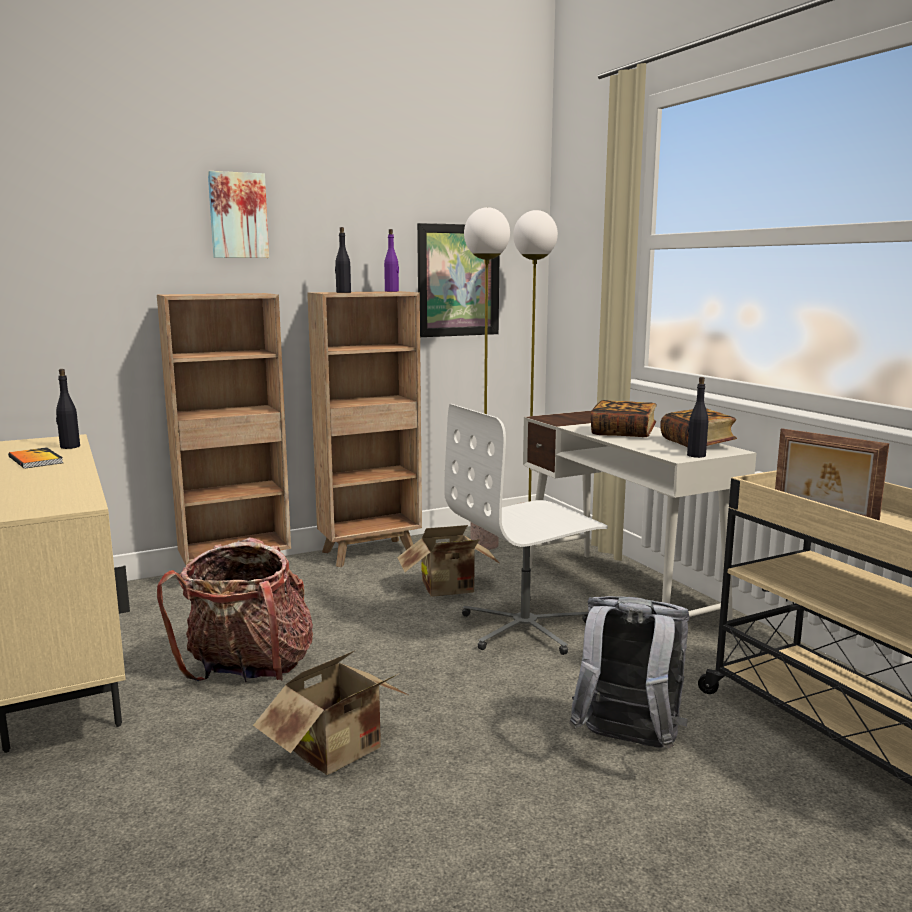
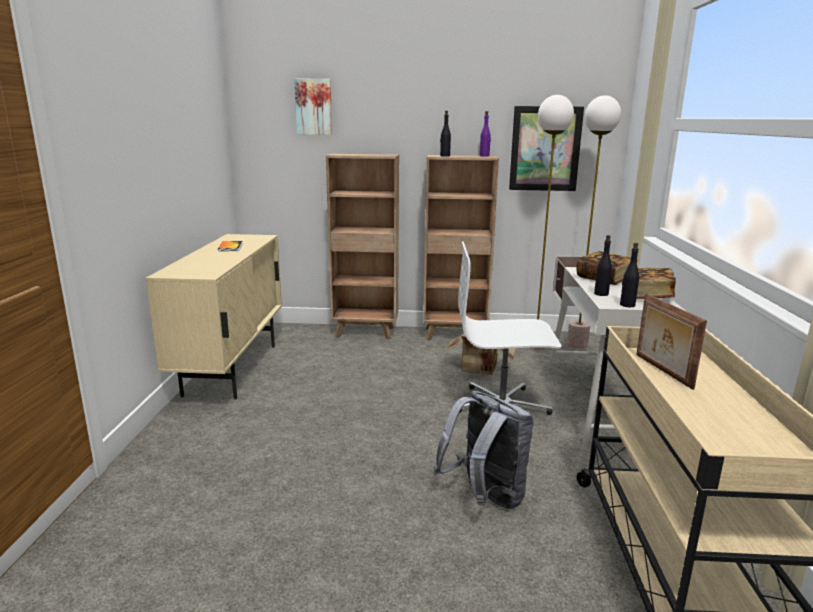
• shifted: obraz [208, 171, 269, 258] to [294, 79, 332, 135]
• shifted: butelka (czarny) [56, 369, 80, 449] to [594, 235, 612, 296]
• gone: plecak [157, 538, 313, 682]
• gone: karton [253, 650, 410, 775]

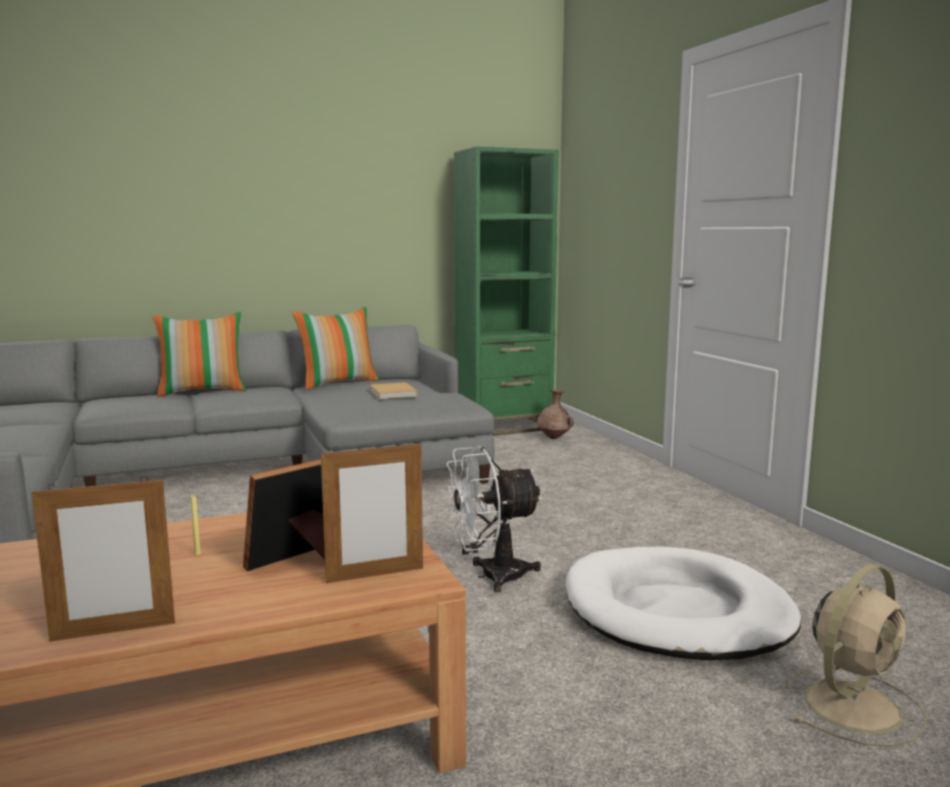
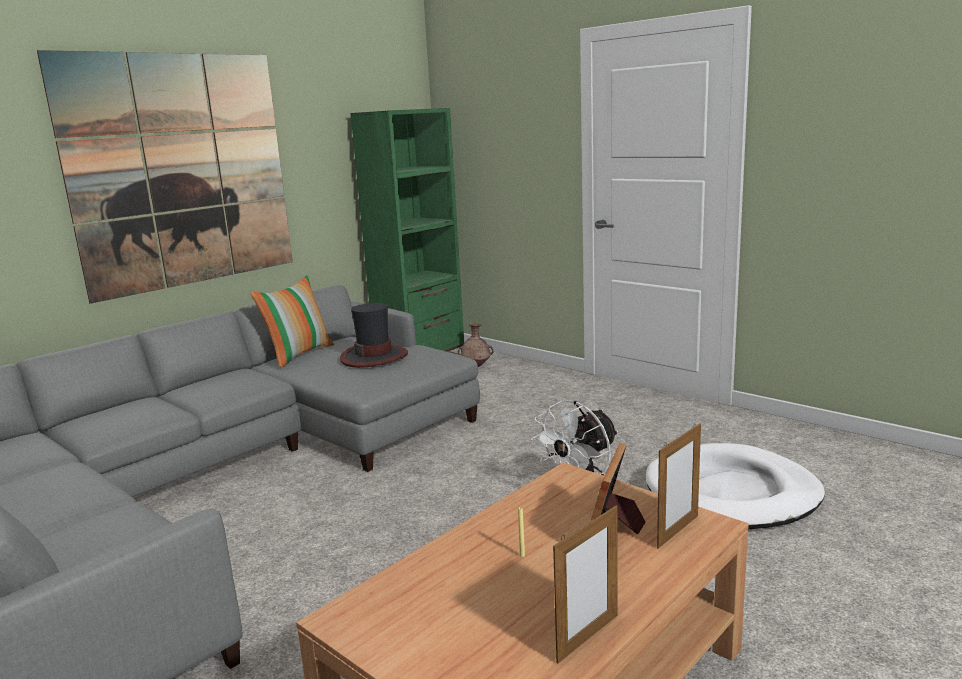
• gone: poduszka [152, 312, 246, 397]
• swapped: książka (beżowy) [370, 382, 418, 399] to kapelusz [340, 303, 408, 368]
• gone: wentylator (beżowy) [789, 564, 927, 747]
• new: obraz [37, 50, 293, 304]

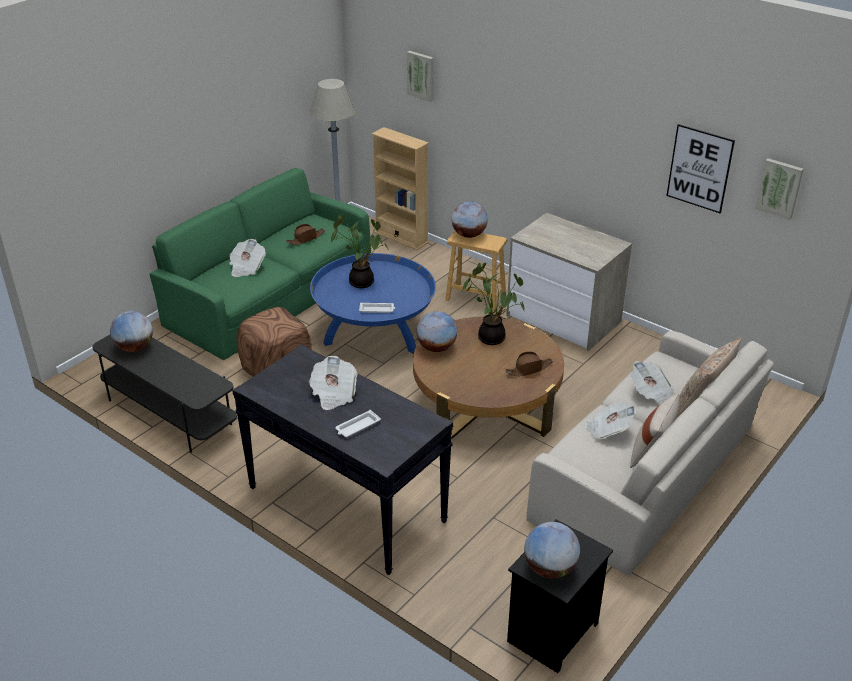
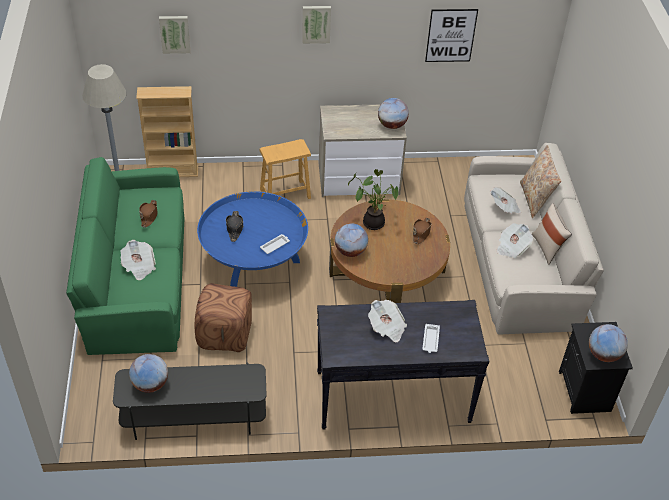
• shifted: obraz [755, 158, 804, 220] to [302, 6, 331, 44]
• shifted: globus [452, 201, 488, 238] to [378, 98, 409, 129]
• swapped: roślina doniczkowa [331, 214, 389, 288] to kapelusz (czarny) [226, 211, 244, 242]

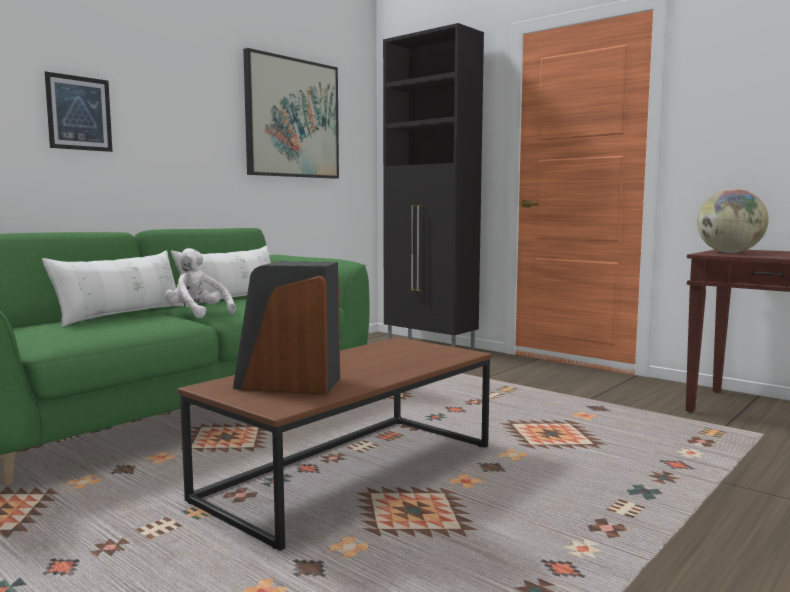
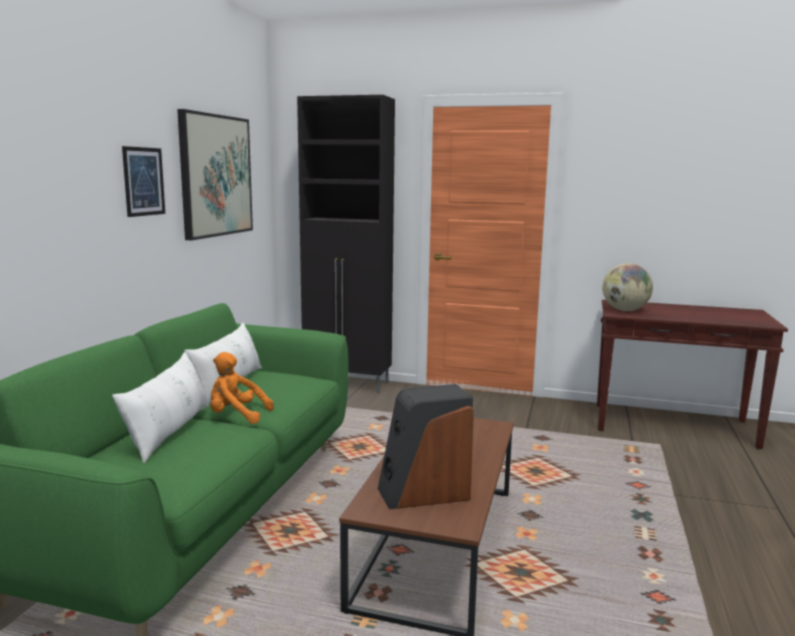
• shifted: obraz [45, 71, 112, 152] to [122, 146, 165, 217]
• repainted: pluszak (biały) [165, 248, 236, 318] to pluszak (pomarańczowy) [210, 352, 274, 424]

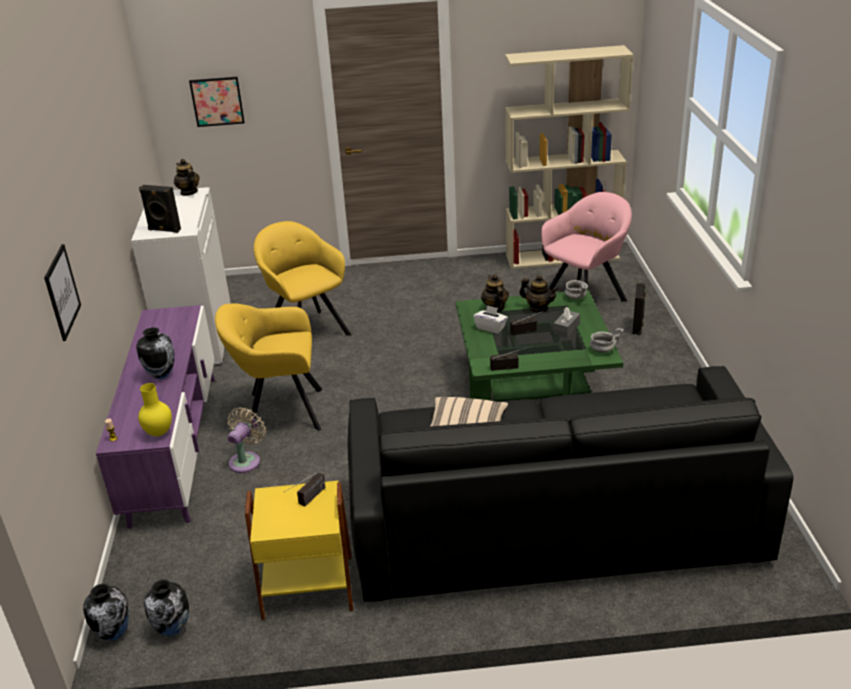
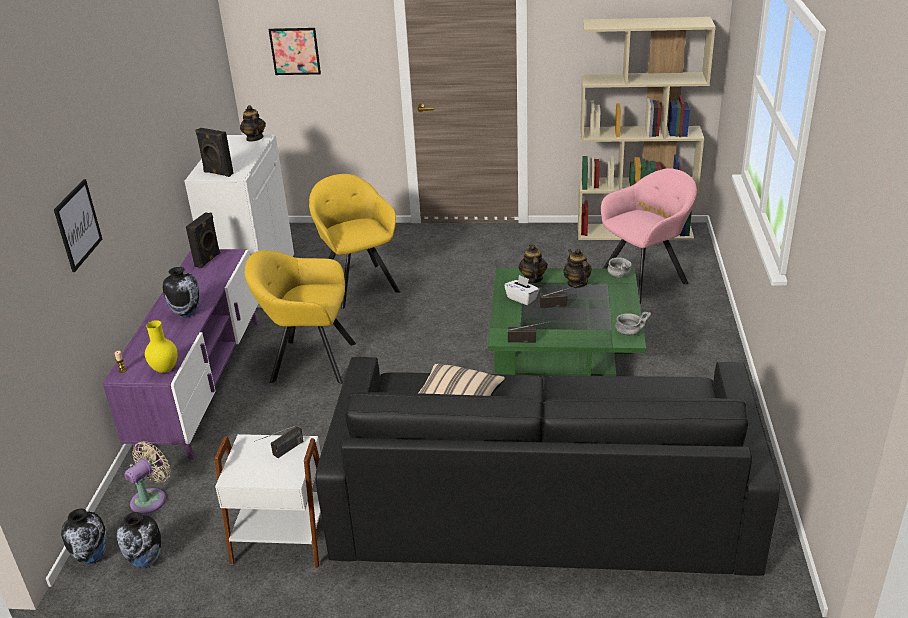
• rotated: imbryk [519, 275, 558, 313] = [563, 249, 592, 288] 150 degrees counterclockwise
• shifted: głośnik (czarny) [632, 283, 646, 335] to [186, 212, 220, 269]
• gone: pudełko chusteczek (szary) [553, 307, 580, 337]
• shifted: wentylator (beżowy) [227, 407, 266, 473] to [124, 441, 171, 514]
• repainted: stolik (żółty) [245, 481, 354, 621] to stolik (biały) [215, 434, 321, 568]

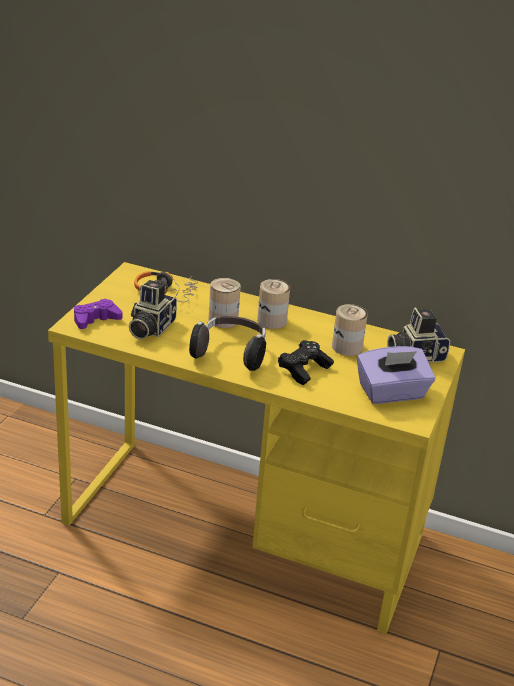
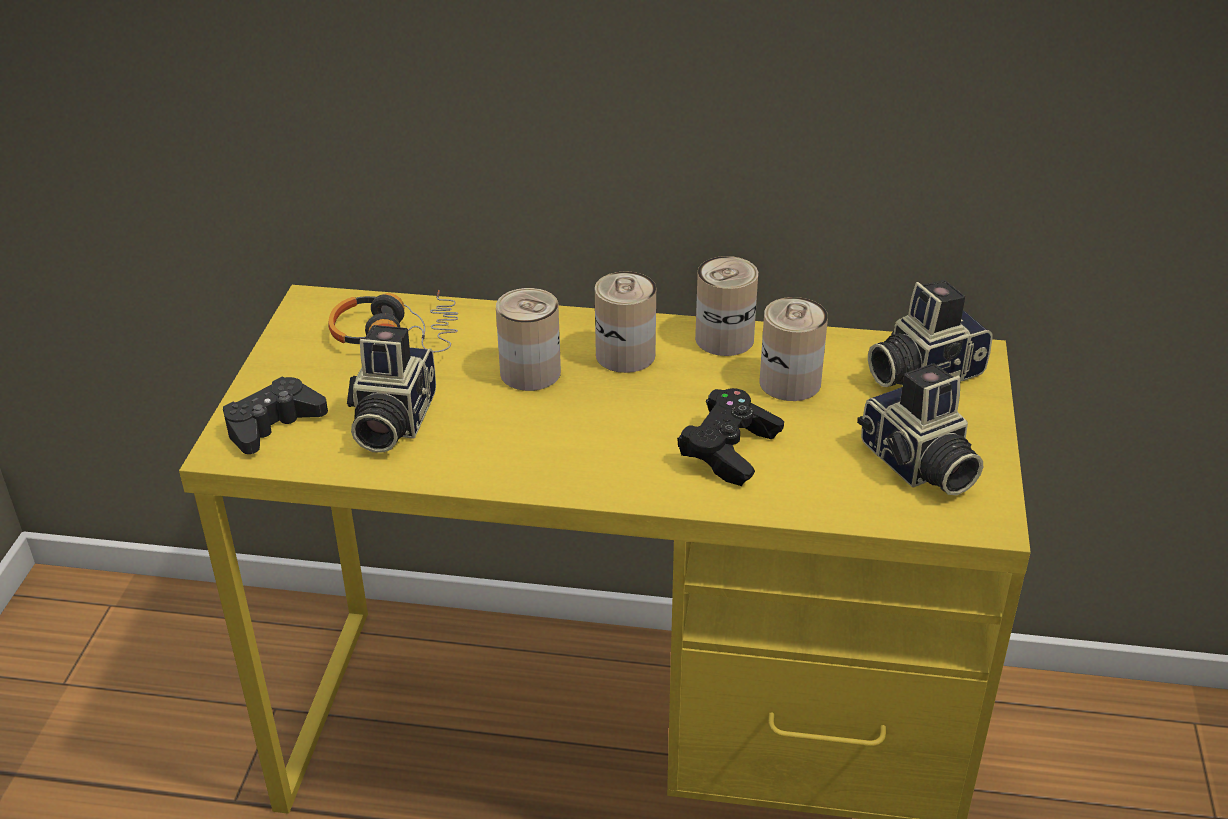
• repainted: pad do gier (fioletowy) [74, 299, 123, 329] to pad do gier (czarny) [223, 377, 328, 454]
• gone: słuchawki [189, 316, 267, 371]
• swapped: pudełko chusteczek (fioletowy) [357, 346, 435, 404] to aparat fotograficzny [857, 363, 983, 495]
• new: puszka [695, 256, 758, 356]

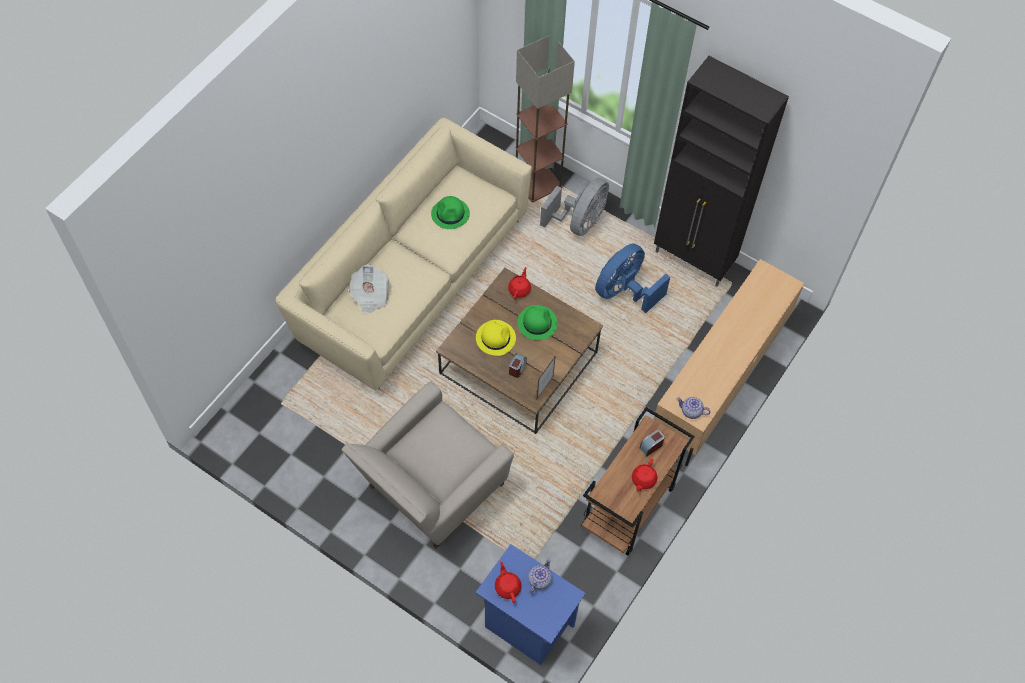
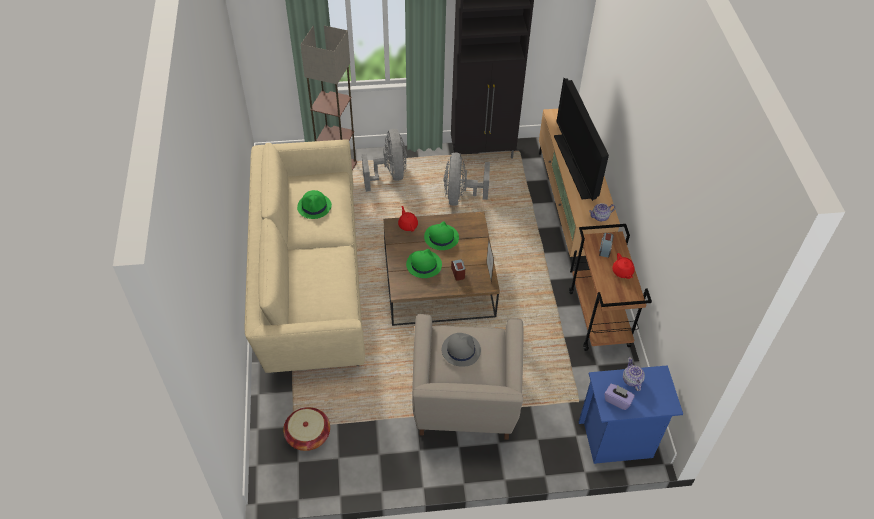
• repainted: wentylator (niebieski) [595, 243, 670, 313] to wentylator (szary) [444, 153, 490, 206]
• gone: gazeta [349, 265, 389, 315]
• repainted: kapelusz (żółty) [476, 320, 516, 356] to kapelusz (zielony) [406, 249, 442, 278]
• swapped: imbryk (czerwony) [495, 561, 522, 603] to pudełko chusteczek (fioletowy) [604, 384, 635, 410]
• new: telewizor [554, 78, 609, 201]
• new: kapelusz (szary) [442, 333, 481, 367]
• new: koszyk [283, 407, 330, 451]

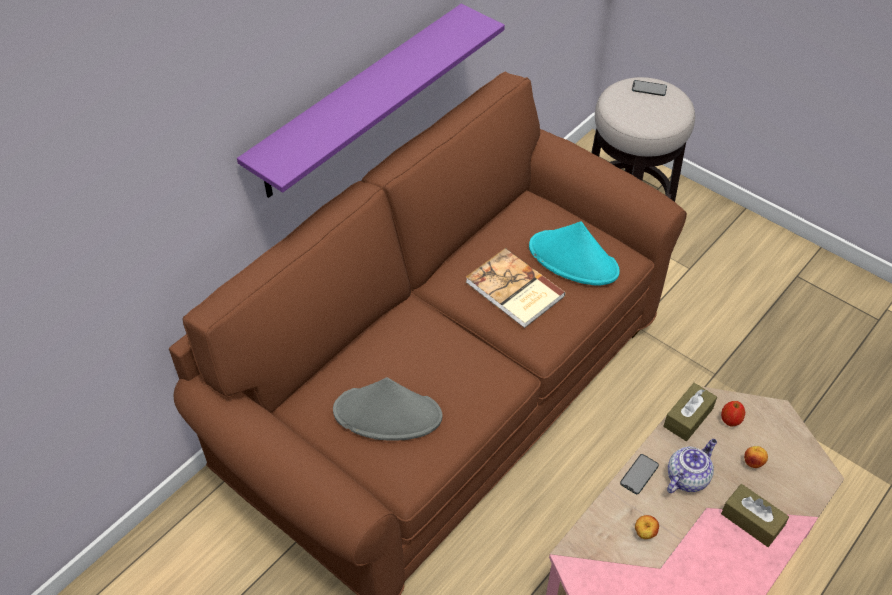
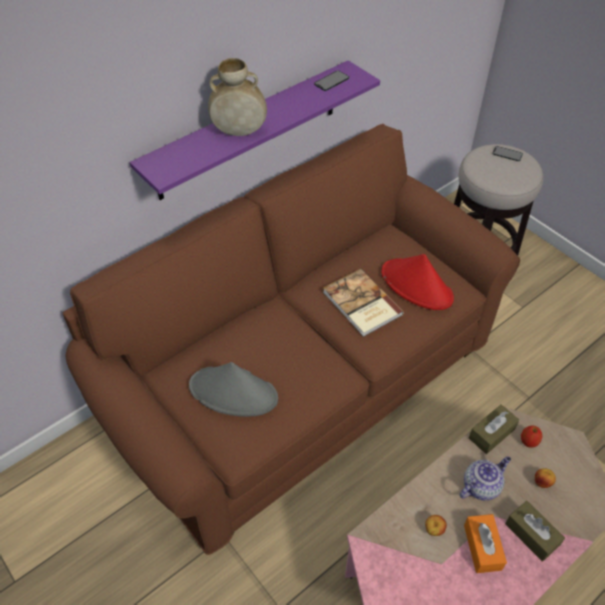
• repainted: kapelusz (turkusowy) [529, 221, 620, 286] to kapelusz (czerwony) [381, 254, 454, 310]
• shifted: telefon [620, 454, 659, 494] to [314, 71, 349, 91]
• new: wazon (beżowy) [208, 58, 267, 136]
• new: pudełko chusteczek (pomarańczowy) [464, 514, 507, 573]

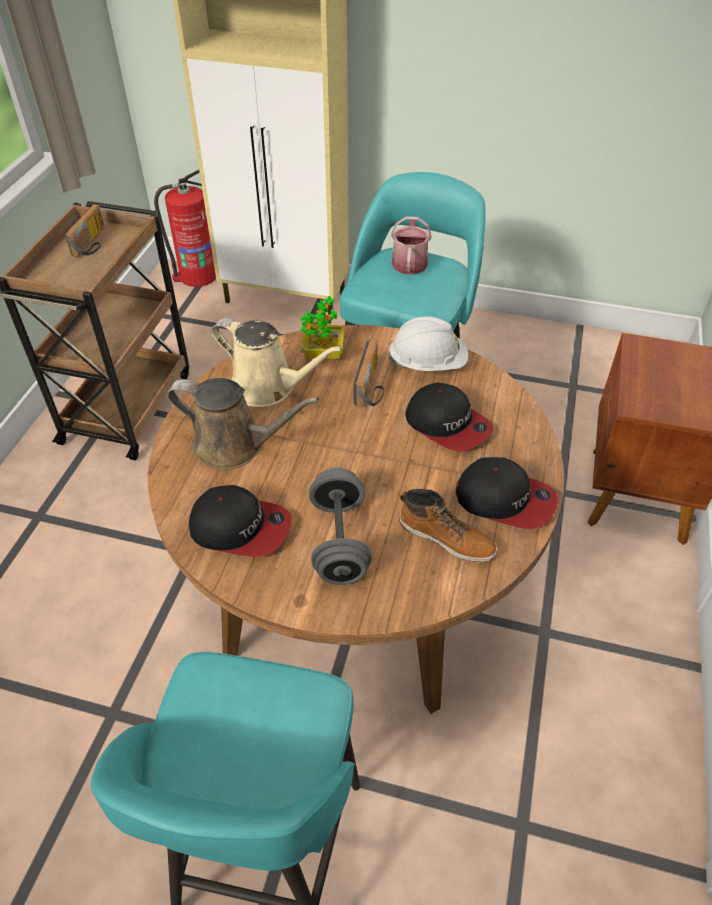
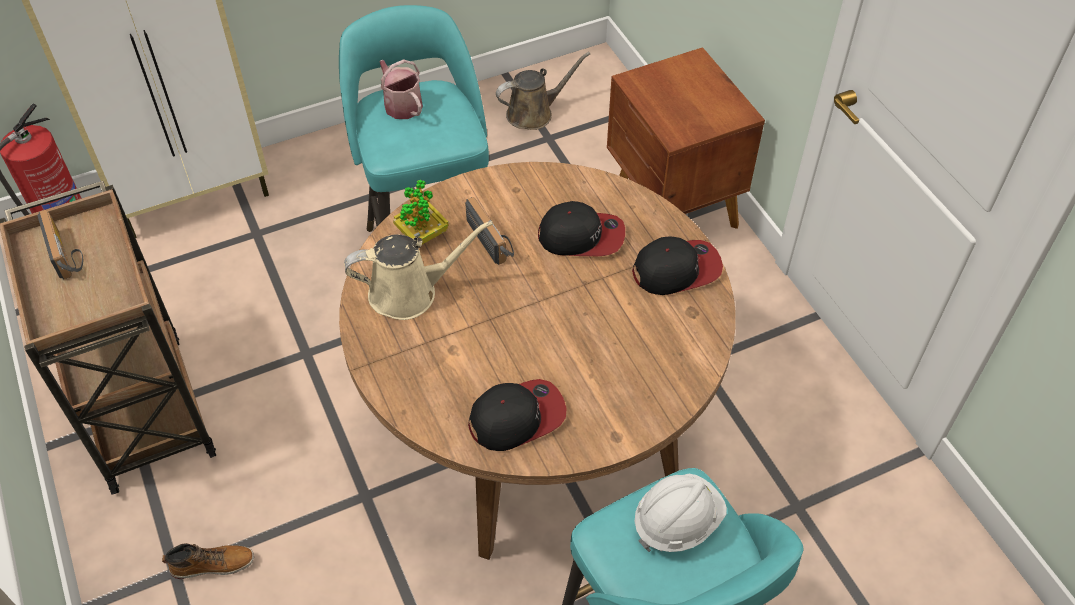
• shifted: kask (biały) [388, 316, 468, 371] to [634, 474, 727, 552]
• shifted: konewka (brązowy) [167, 378, 319, 470] to [496, 52, 590, 130]
• gone: hantel (szary) [309, 468, 372, 585]
• shifted: but z cholewką [399, 489, 497, 562] to [162, 543, 254, 579]

